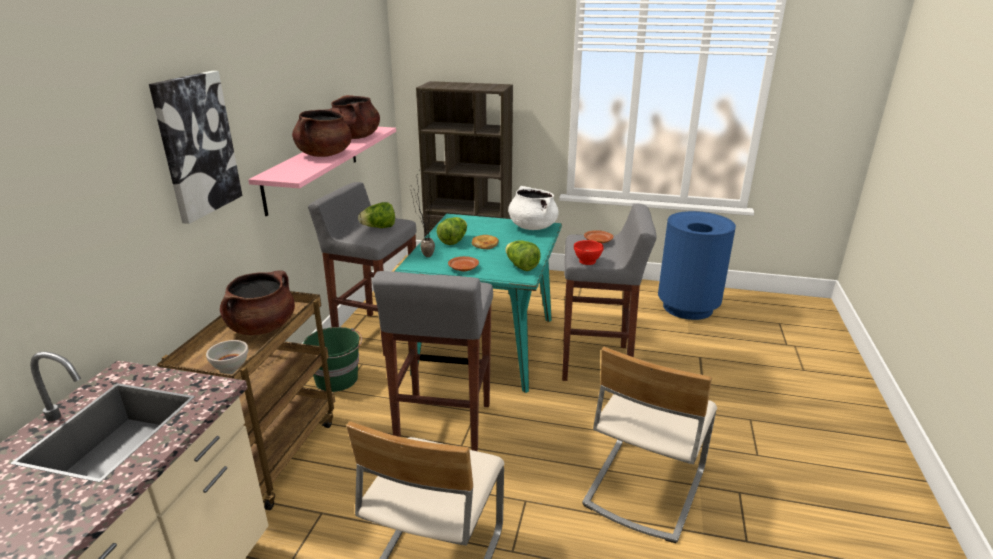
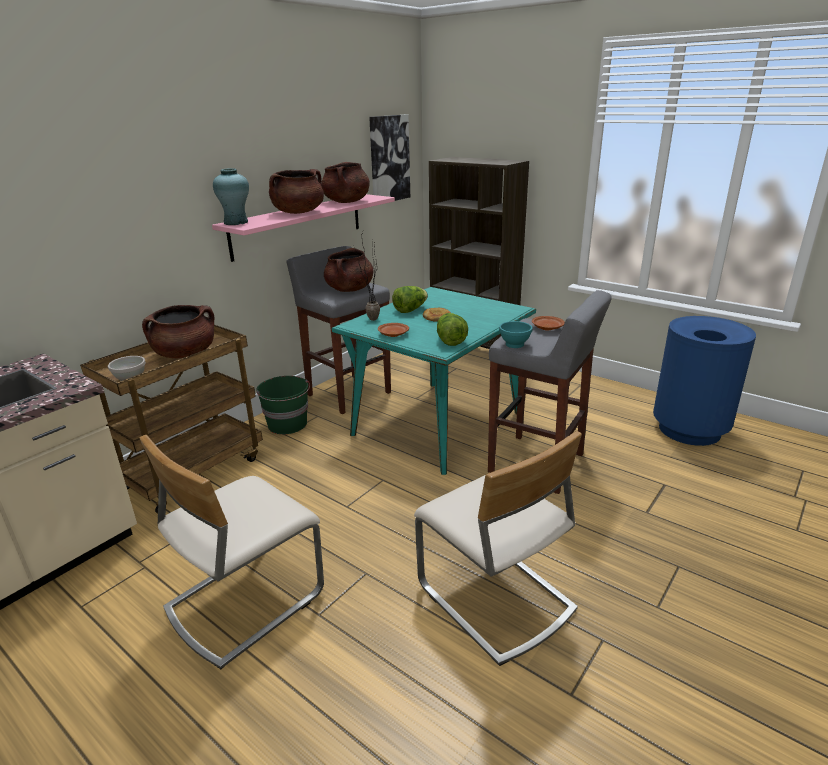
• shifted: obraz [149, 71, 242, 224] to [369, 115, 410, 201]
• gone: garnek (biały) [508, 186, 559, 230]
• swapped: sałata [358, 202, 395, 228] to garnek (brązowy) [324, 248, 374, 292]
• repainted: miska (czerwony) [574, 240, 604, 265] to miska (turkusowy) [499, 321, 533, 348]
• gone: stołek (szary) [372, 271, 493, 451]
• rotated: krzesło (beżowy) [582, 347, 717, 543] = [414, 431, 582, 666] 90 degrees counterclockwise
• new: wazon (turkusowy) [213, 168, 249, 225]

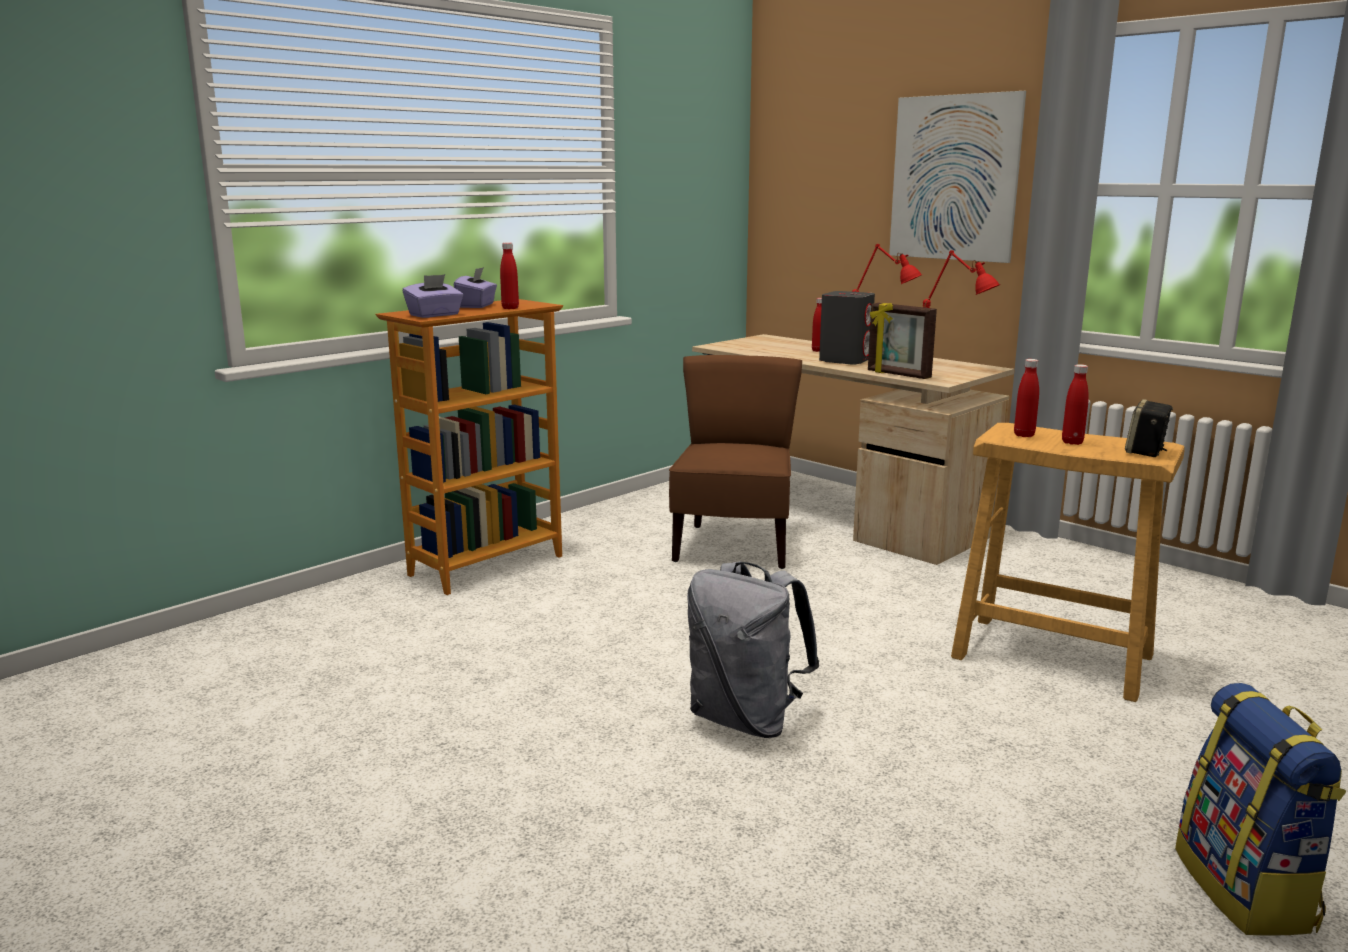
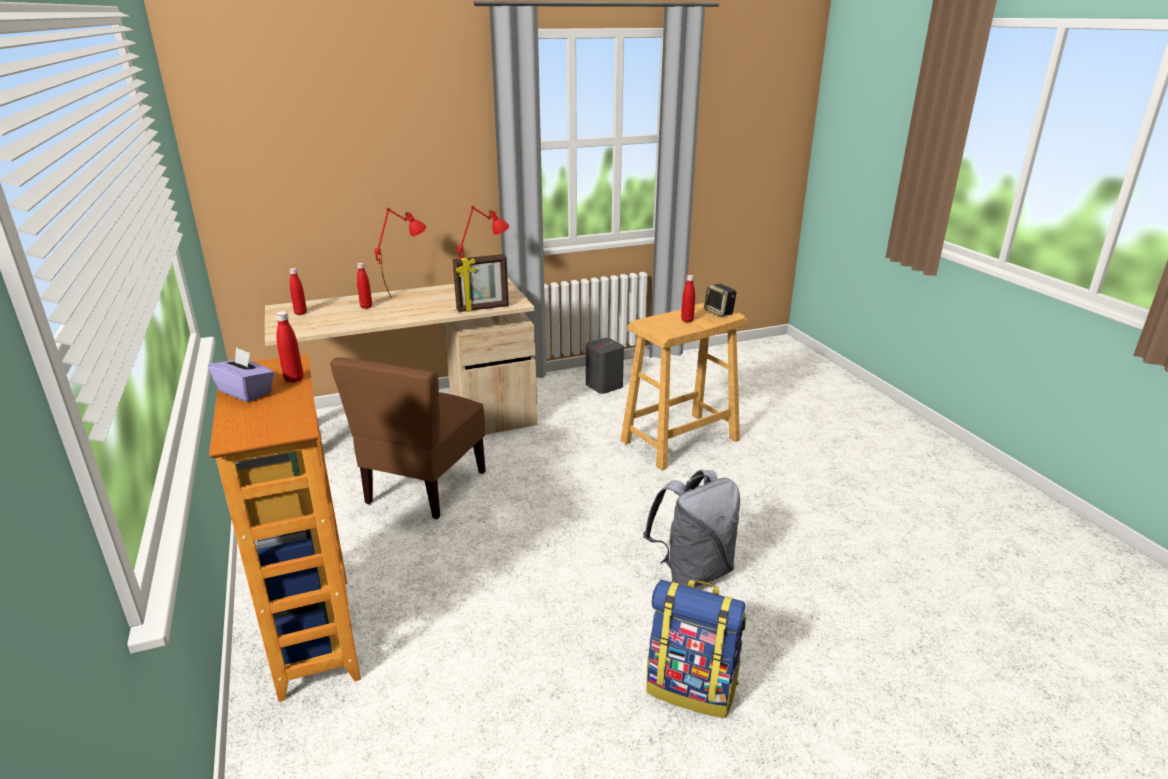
• gone: obraz [889, 91, 1026, 263]
• gone: pudełko chusteczek (fioletowy) [403, 274, 463, 318]
• shifted: głośnik (szary) [819, 291, 875, 365] to [586, 338, 624, 394]
• rotated: krzesło (brązowy) [669, 355, 802, 569] = [330, 357, 486, 519] 105 degrees counterclockwise
• shifted: butelka (czerwony) [1014, 359, 1039, 437] to [289, 268, 307, 315]
• shifted: plecak [1175, 683, 1346, 936] to [646, 580, 746, 718]

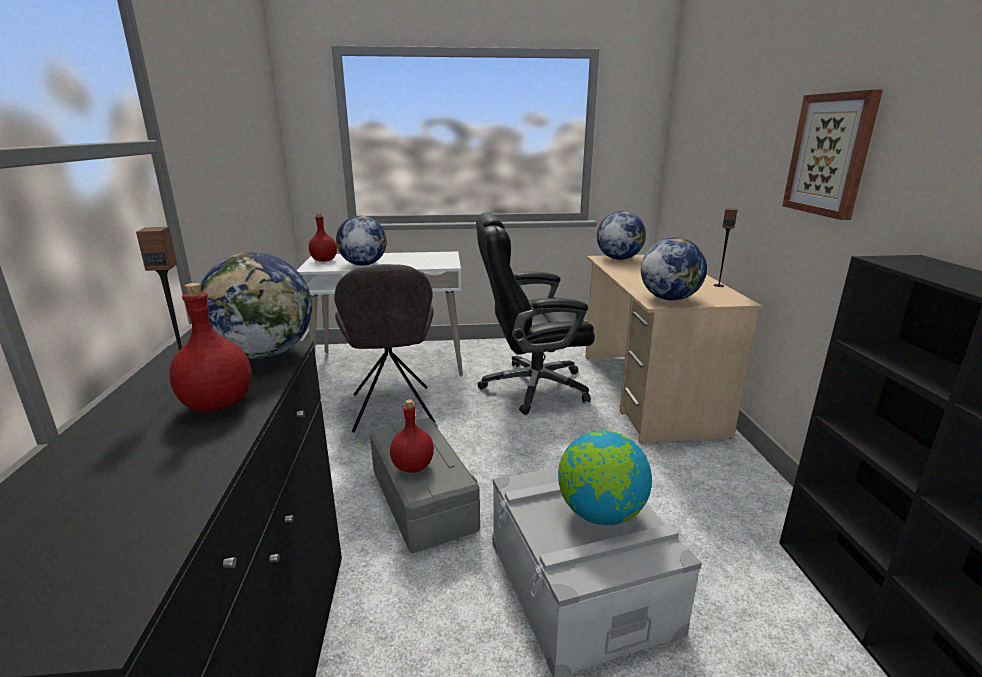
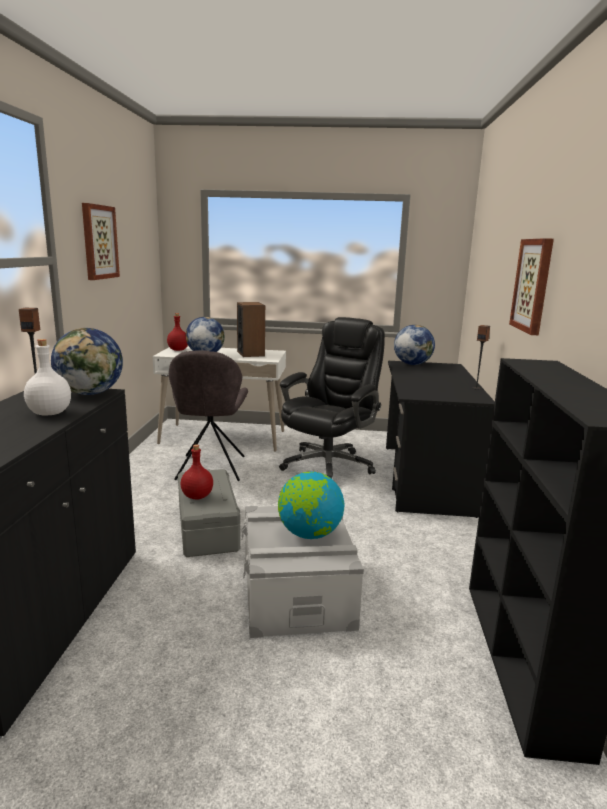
• rotated: krzesło biurowe (czarny) [476, 213, 595, 415] = [279, 317, 385, 479] 120 degrees clockwise
• gone: globus [641, 238, 707, 301]
• repainted: biurko (beżowy) [585, 255, 762, 443] to biurko (czarny) [386, 361, 495, 518]
• repainted: butelka (czerwony) [169, 283, 251, 412] to butelka (biały) [24, 339, 71, 415]
• new: obraz [82, 203, 120, 280]
• new: głośnik [237, 302, 265, 357]

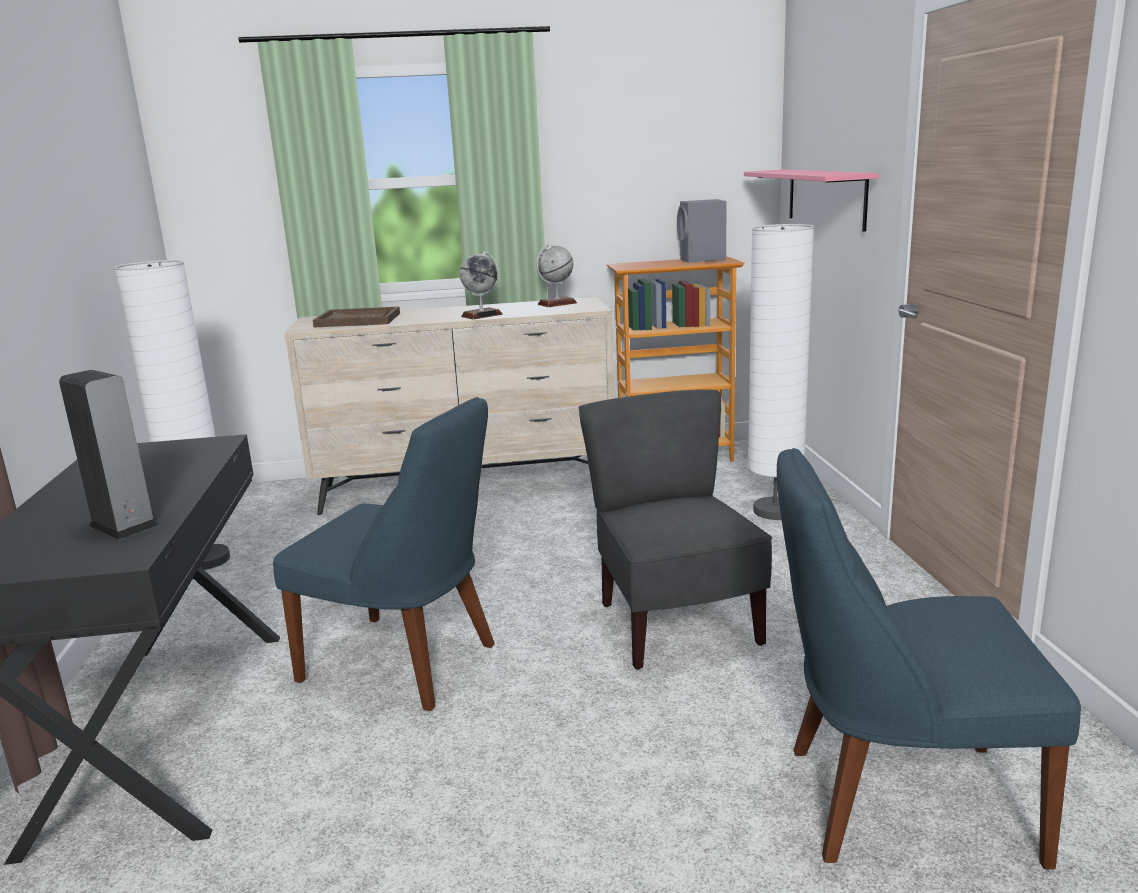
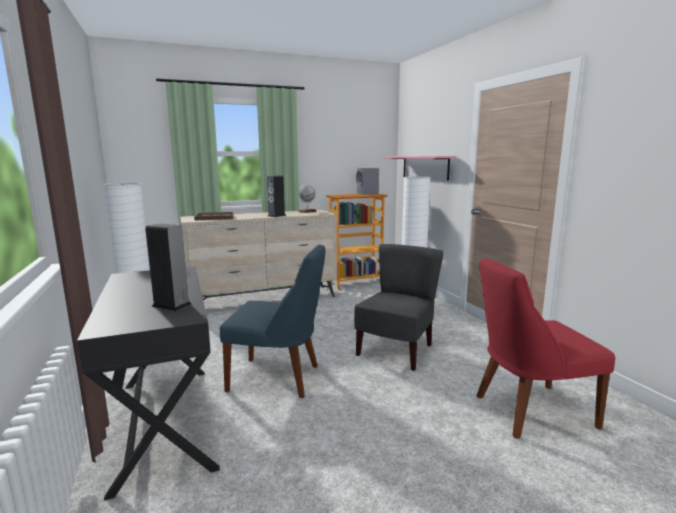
• swapped: globus [459, 251, 503, 320] to głośnik [267, 175, 286, 217]
• rotated: krzesło (szary) [579, 389, 772, 669] = [354, 244, 444, 371] 60 degrees clockwise
• repainted: krzesło (niebieski) [777, 448, 1081, 869] to krzesło (czerwony) [476, 258, 615, 439]

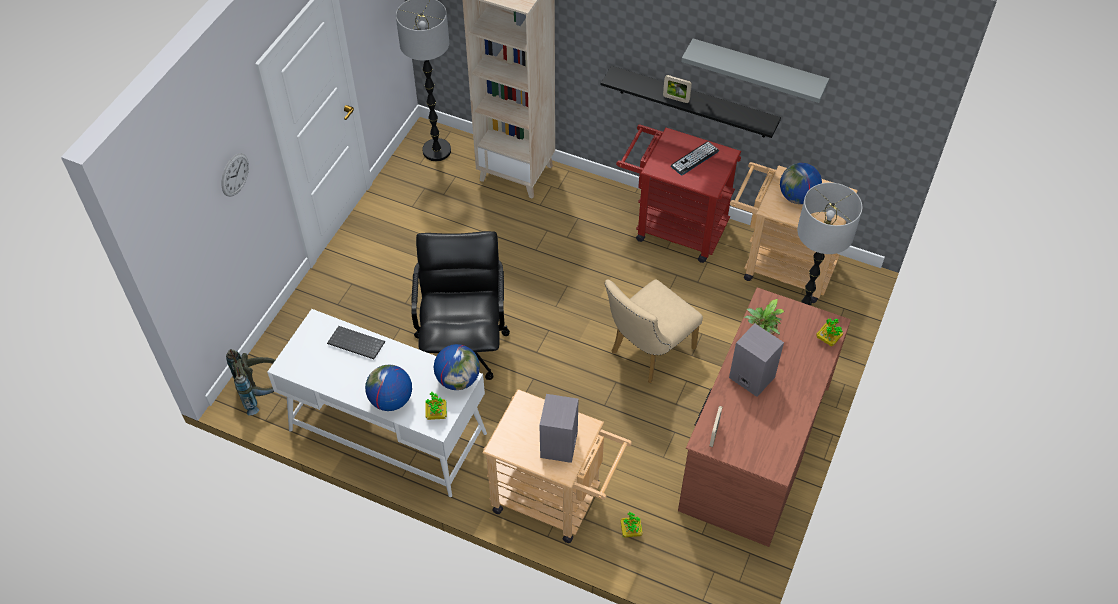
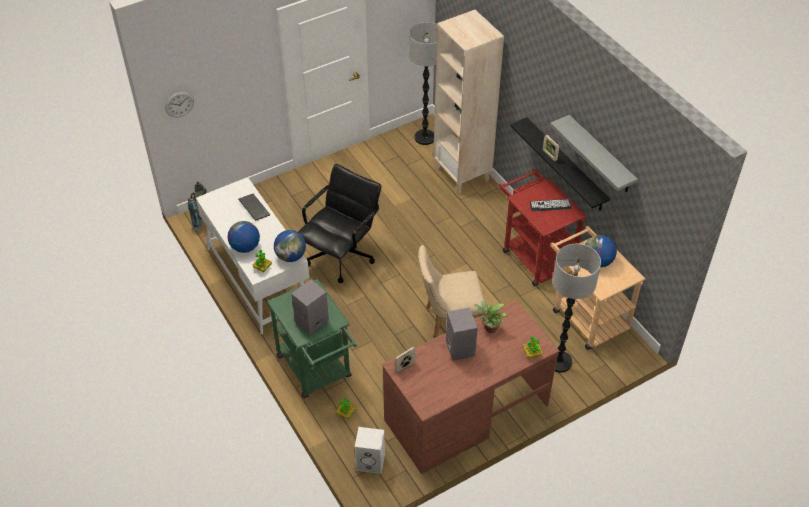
• shifted: zegar ścienny [222, 153, 249, 197] to [165, 92, 194, 117]
• repainted: wózek (beżowy) [482, 389, 632, 543] to wózek (zielony) [267, 279, 357, 398]
• new: głośnik (biały) [355, 427, 385, 474]

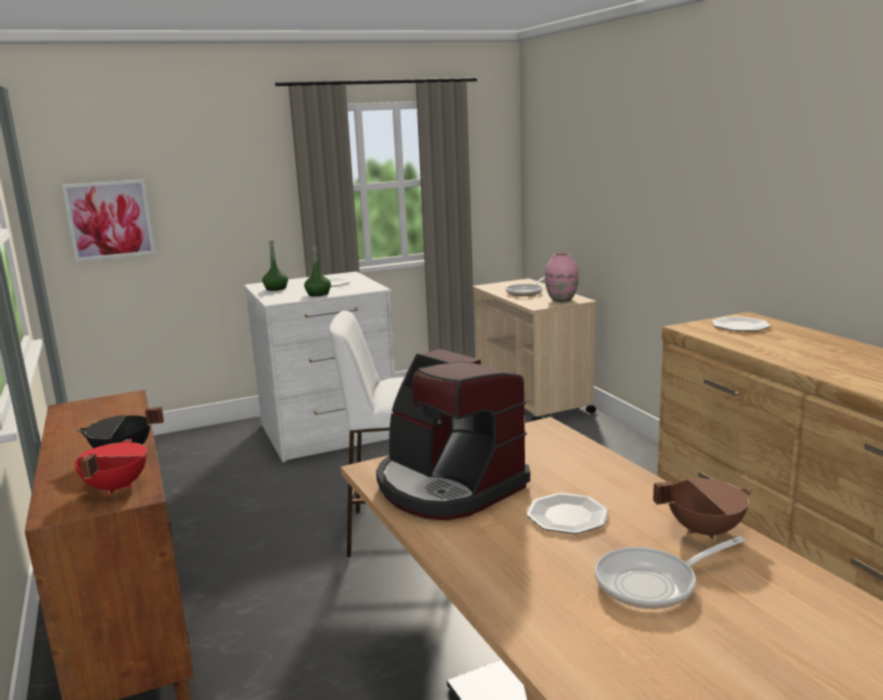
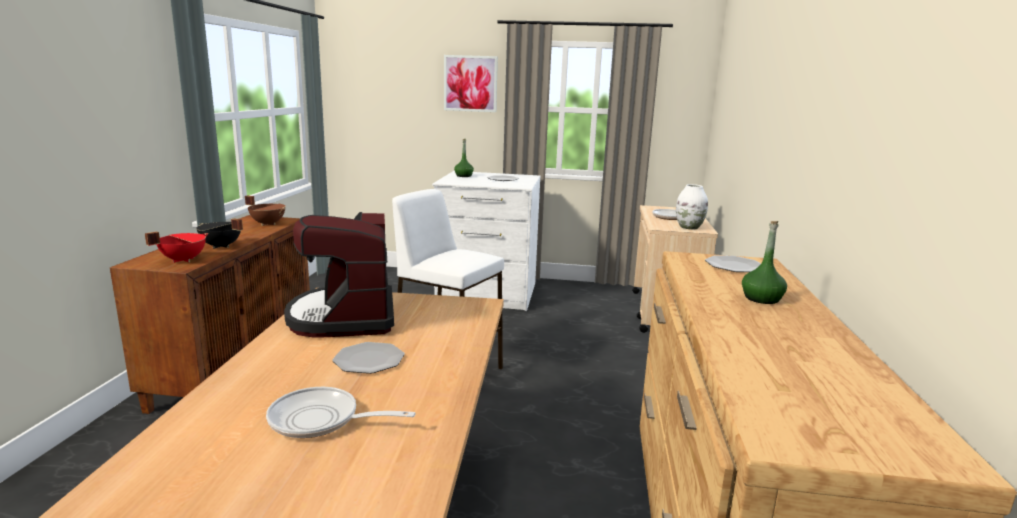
• shifted: obraz [62, 179, 155, 261] to [444, 55, 498, 112]
• shifted: butelka (zielony) [304, 244, 331, 296] to [742, 221, 787, 304]
• repainted: wazon (różowy) [545, 253, 579, 302] to wazon (biały) [676, 184, 708, 229]
• shifted: garnek (brązowy) [653, 478, 753, 540] to [245, 195, 285, 226]

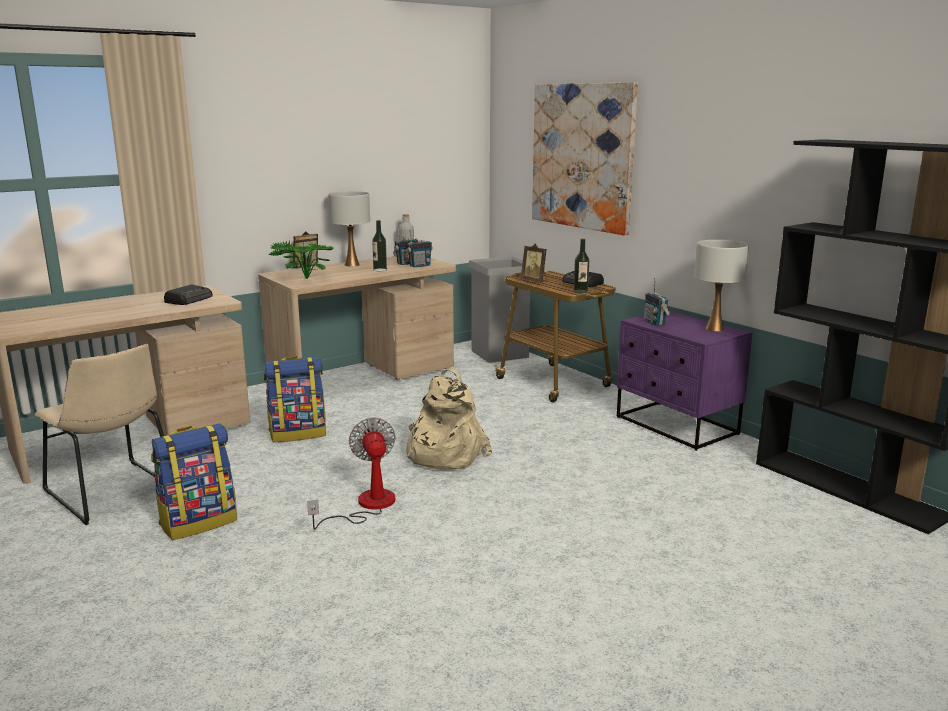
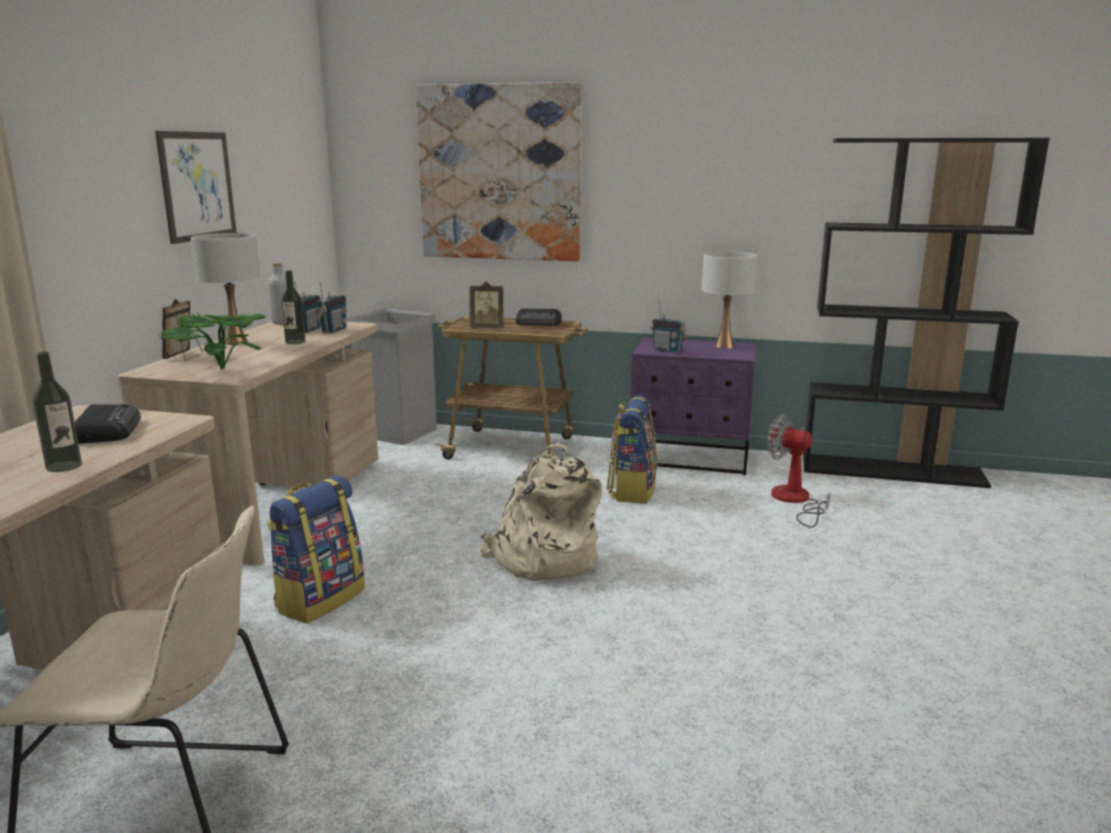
• shifted: butelka [574, 239, 589, 293] to [33, 352, 82, 472]
• shifted: wentylator [307, 417, 396, 530] to [767, 414, 830, 528]
• shifted: plecak [151, 423, 237, 540] to [606, 395, 658, 503]
• new: obraz [155, 131, 237, 244]

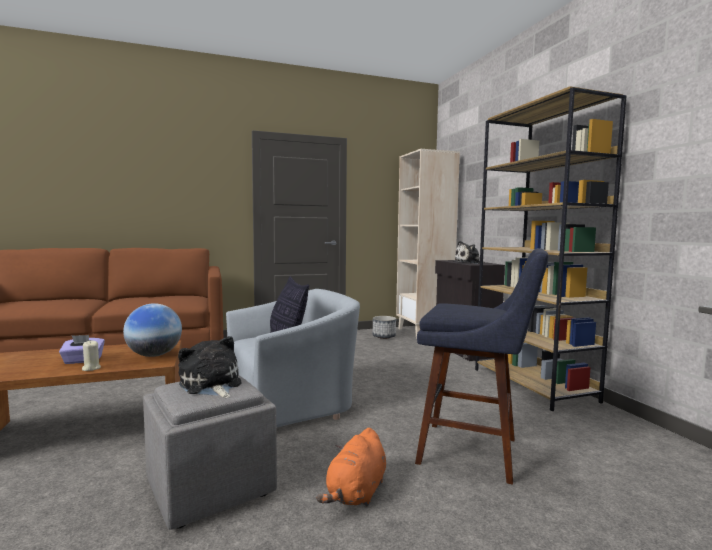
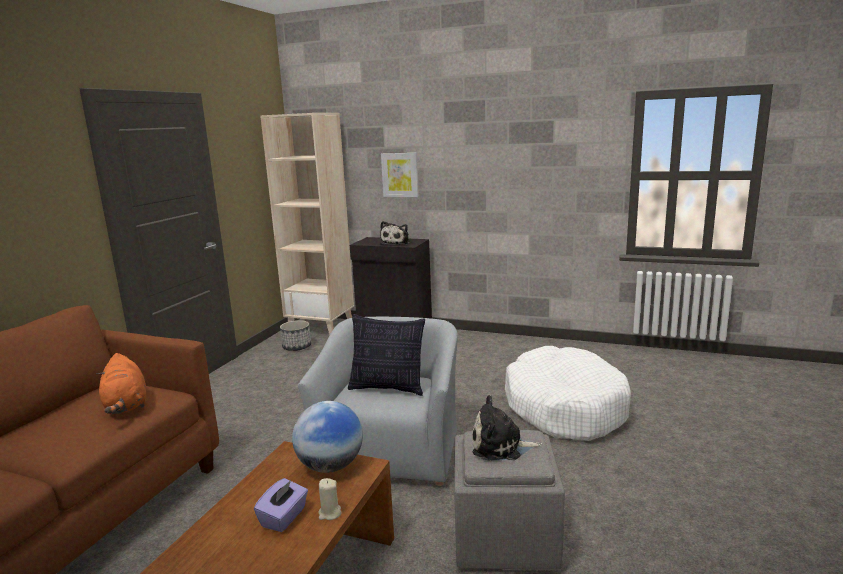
• gone: regał (brązowy) [475, 86, 627, 411]
• swapped: stołek (niebieski) [415, 248, 549, 485] to legowisko (biały) [505, 346, 631, 441]
• shifted: pluszak (pomarańczowy) [316, 428, 386, 506] to [96, 353, 146, 414]
• new: obraz [381, 153, 419, 197]

